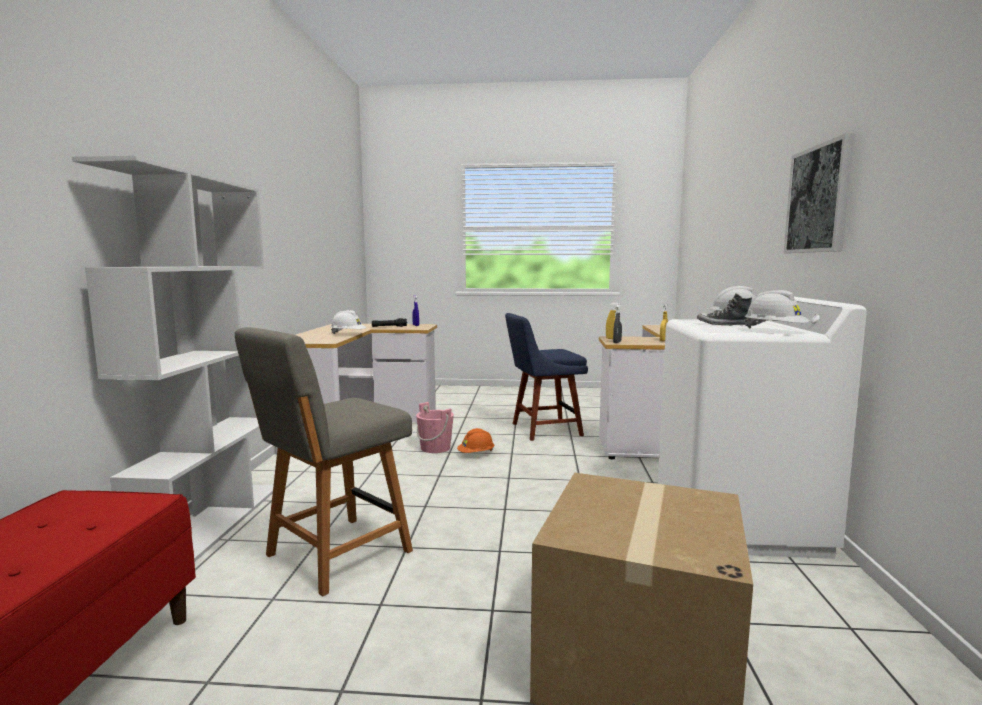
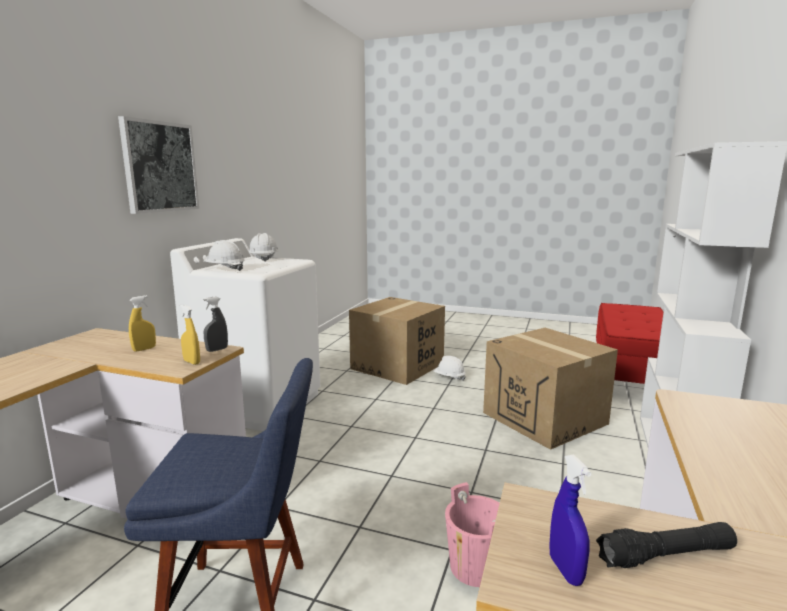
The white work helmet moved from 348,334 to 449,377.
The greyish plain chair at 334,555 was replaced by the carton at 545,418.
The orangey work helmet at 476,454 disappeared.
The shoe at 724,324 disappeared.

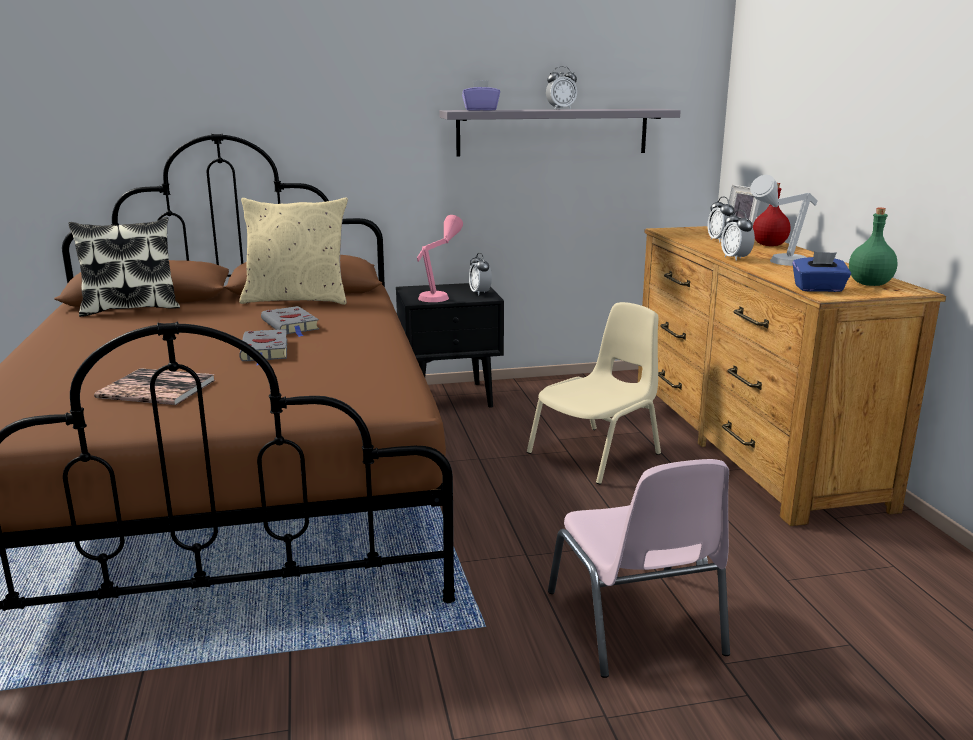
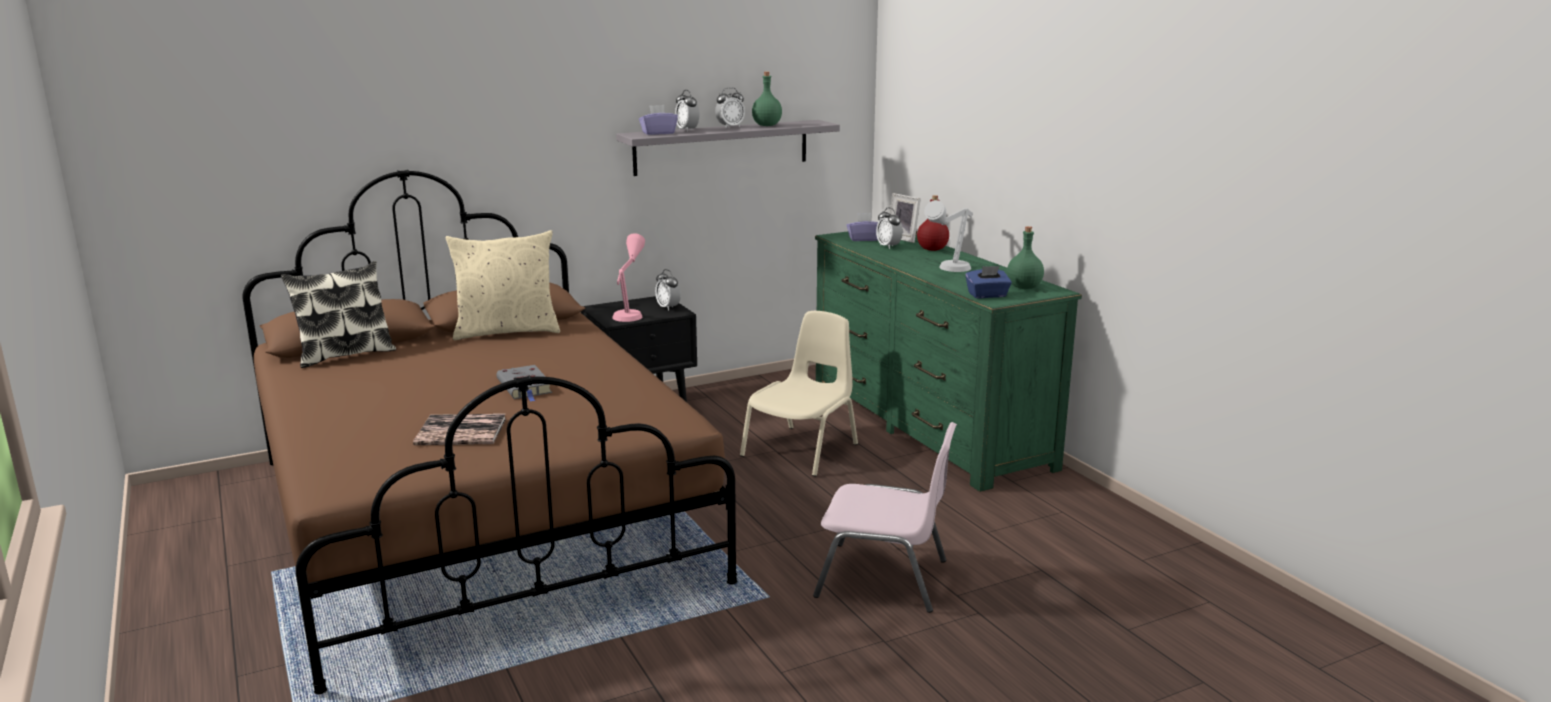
The bedside clock moved from 735,258 to 687,130.
The greenish drink bottle at 766,125 appeared.
The pink plain chair at 636,624 turned 45 degrees counterclockwise.
The brown-coloured dresser at 747,440 became the greenish dresser at 927,424.
The purple-coloured tissue holder at 863,239 appeared.
The greyish bound book at 291,325 disappeared.

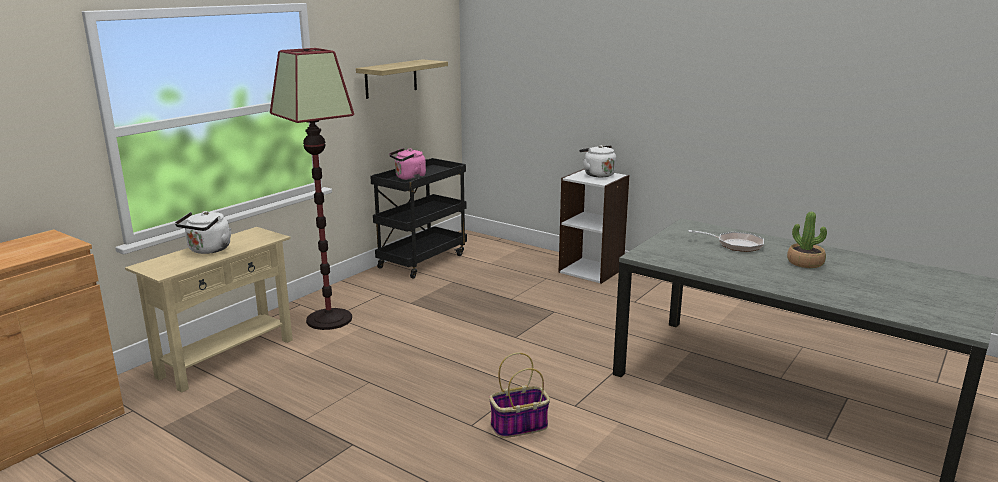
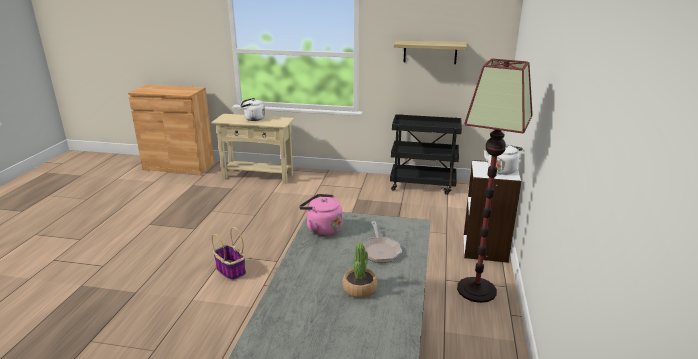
The pink water kettle moved from 409,178 to 322,229.
The floor lamp moved from 330,319 to 476,290.

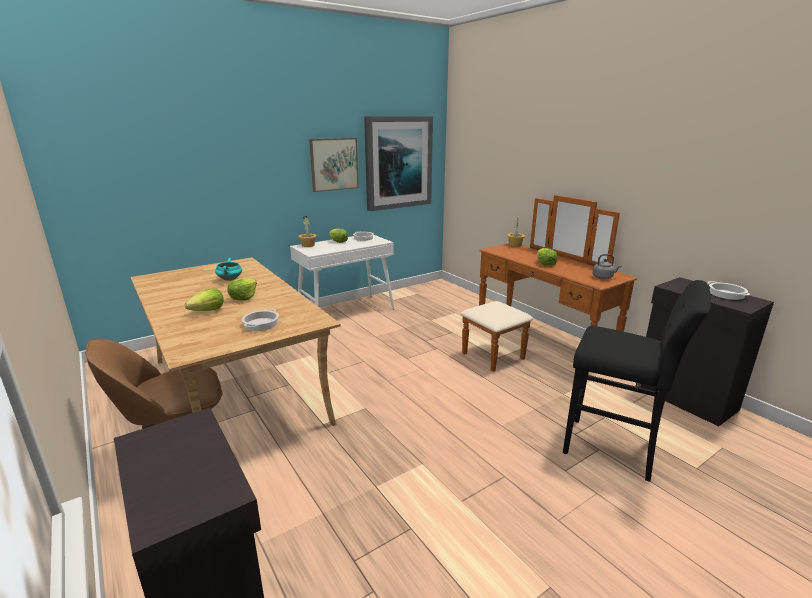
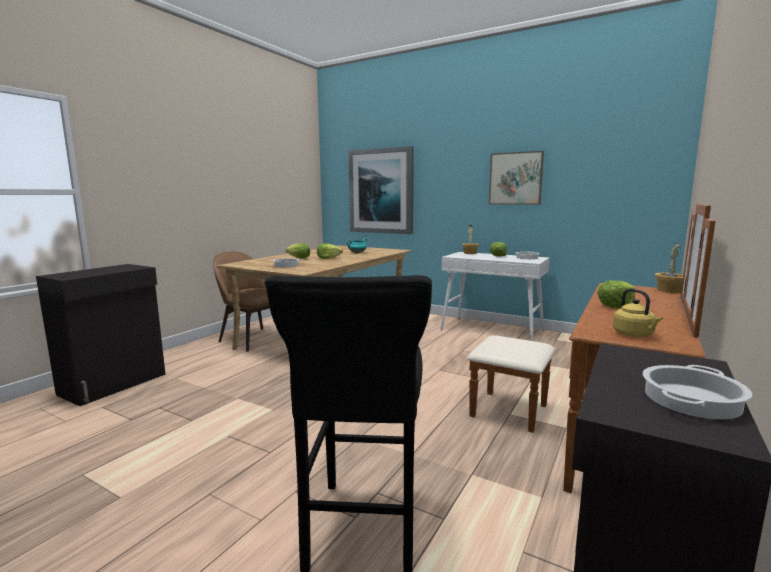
The picture moved from 398,162 to 381,191.
The greyish water kettle at 603,277 became the yellowish water kettle at 634,334.

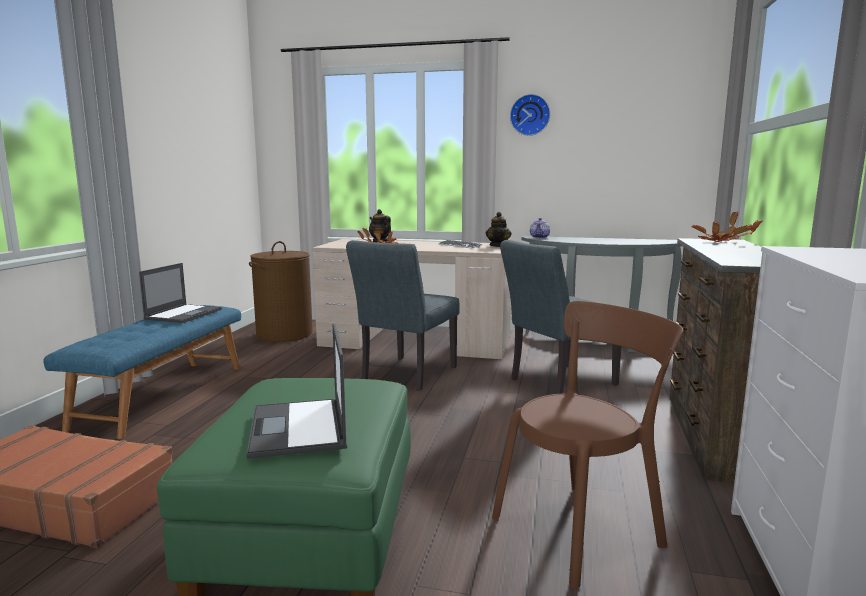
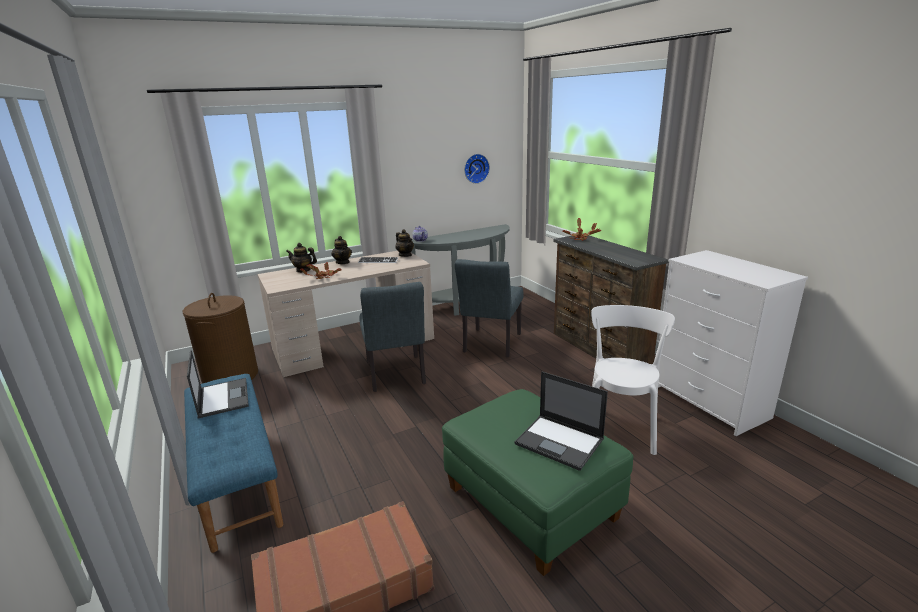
The tea pot at 343,262 appeared.
The clock on the wall moved from 530,115 to 475,168.
The brown-coloured plain chair at 582,528 became the white plain chair at 620,426.

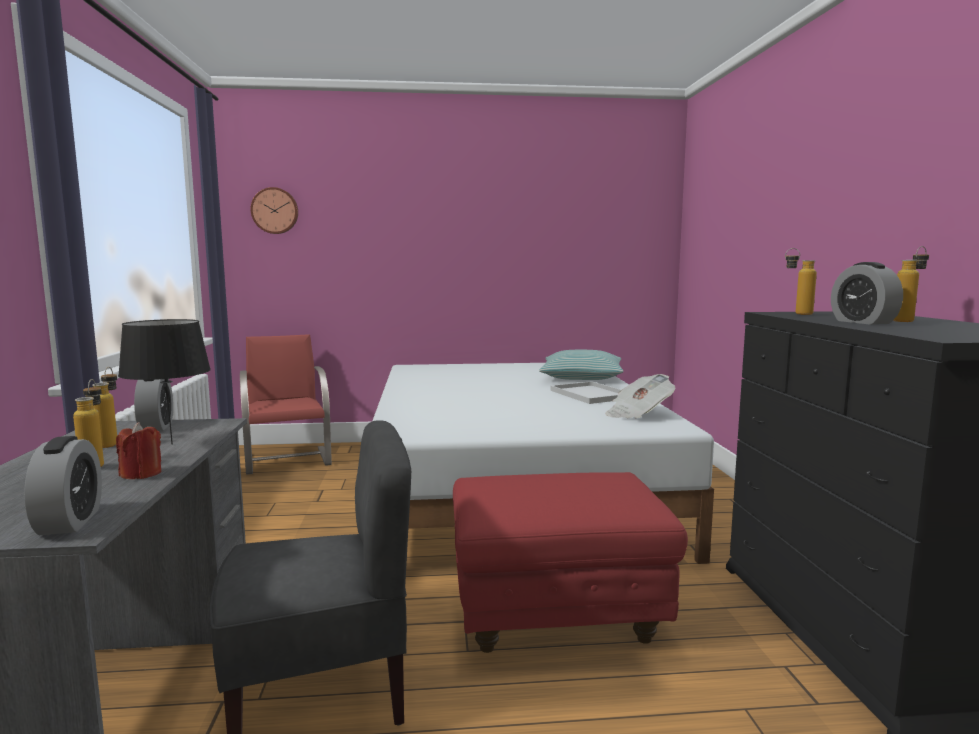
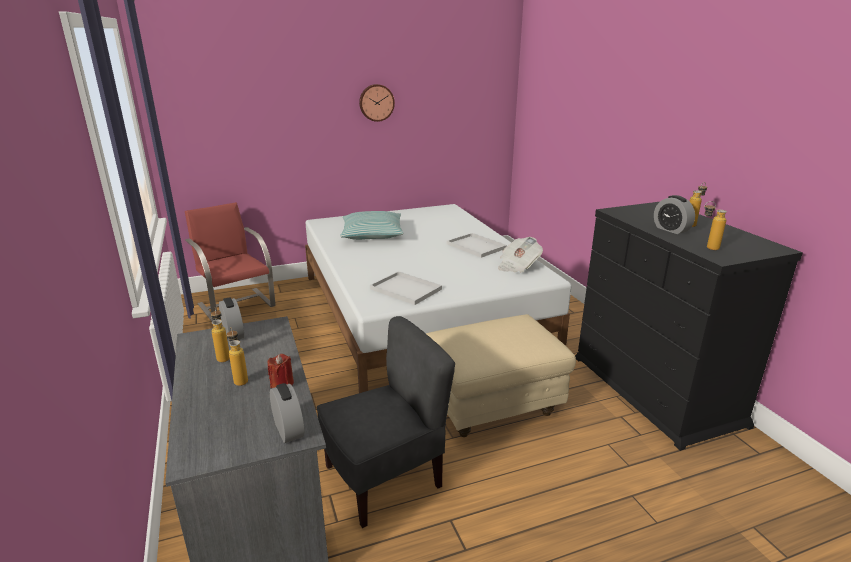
The cushion moved from 581,377 to 372,234.
The clock on the wall moved from 275,211 to 376,102.
The white serving tray at 404,289 appeared.
The reddish footrest at 557,616 became the beige footrest at 493,406.
The drink bottle moved from 796,314 to 707,248.
The blackish tabletop lamp at 171,444 disappeared.

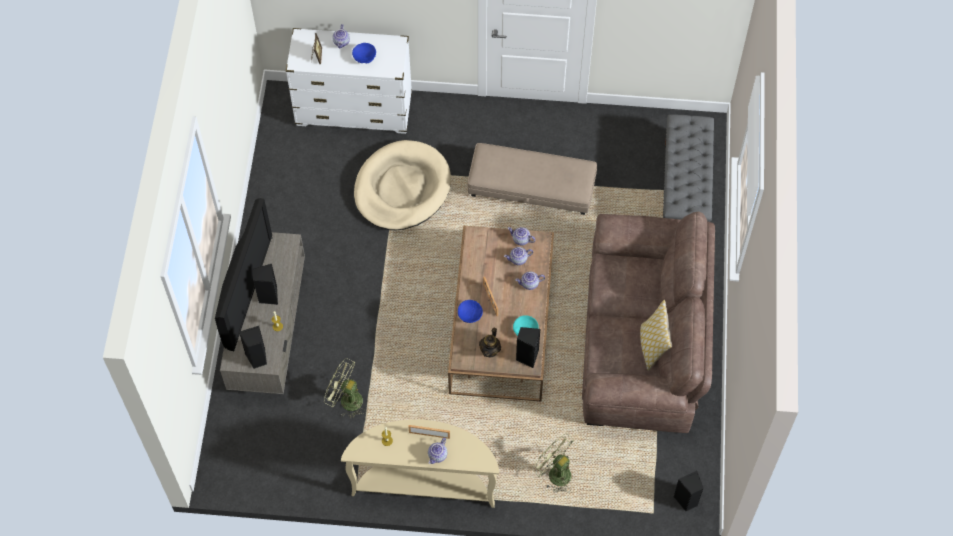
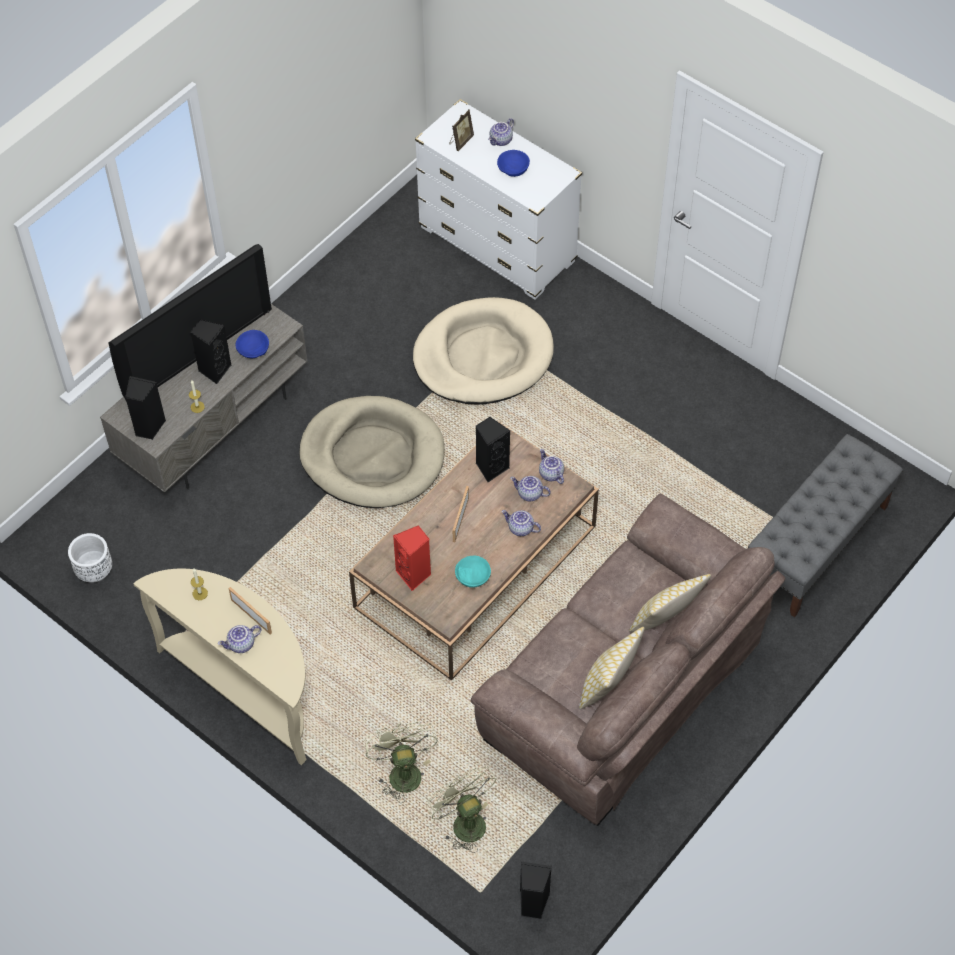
The white plant pot at 94,571 appeared.
The bluish serving bowl moved from 469,314 to 253,350.
The beige dog bed at 372,456 appeared.
The tea pot at 490,350 was replaced by the reddish audio speaker at 414,575.
The greenish electric fan moved from 346,400 to 463,821.
The blackish audio speaker moved from 527,356 to 491,467.
The cushion at 665,620 appeared.
The beige footrest at 531,187 disappeared.

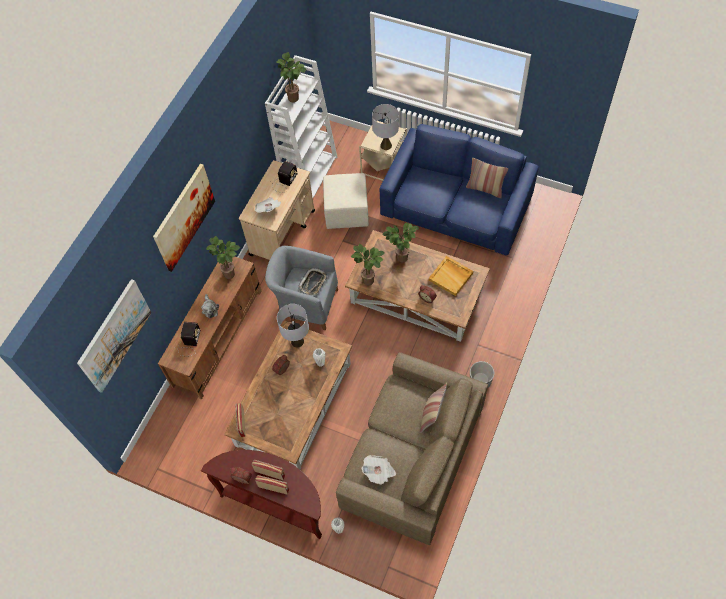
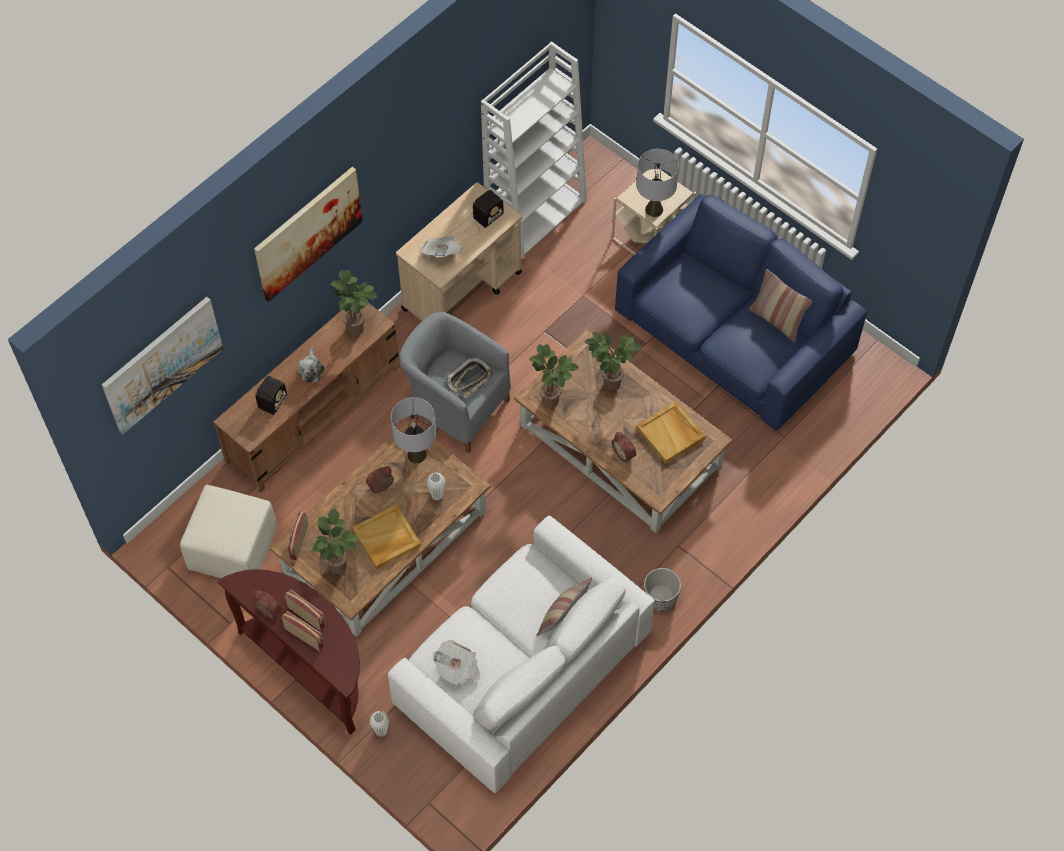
The beige footrest moved from 346,211 to 233,548.
The plant in a pot moved from 295,99 to 339,568.
The beige serving tray at 386,538 appeared.
The brown-coloured couch at 412,455 became the white couch at 520,667.

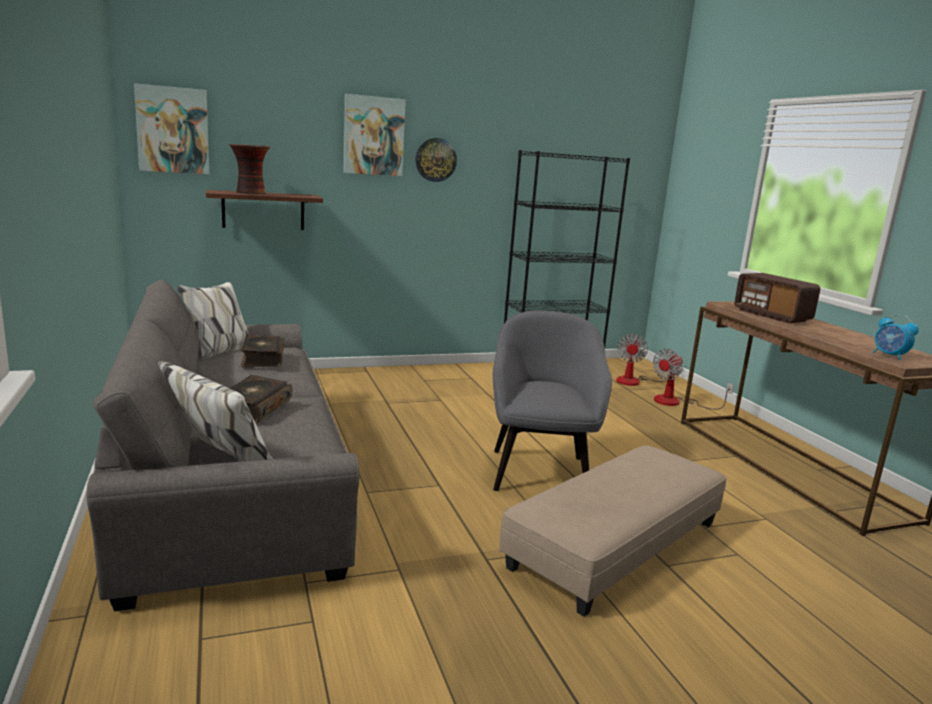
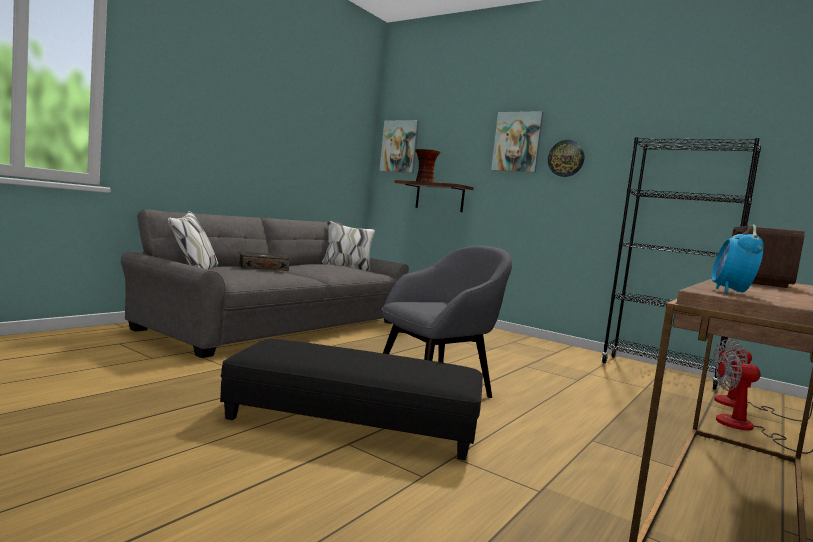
The beige footrest at 615,545 became the blackish footrest at 353,421.
The bound book at 262,359 disappeared.

